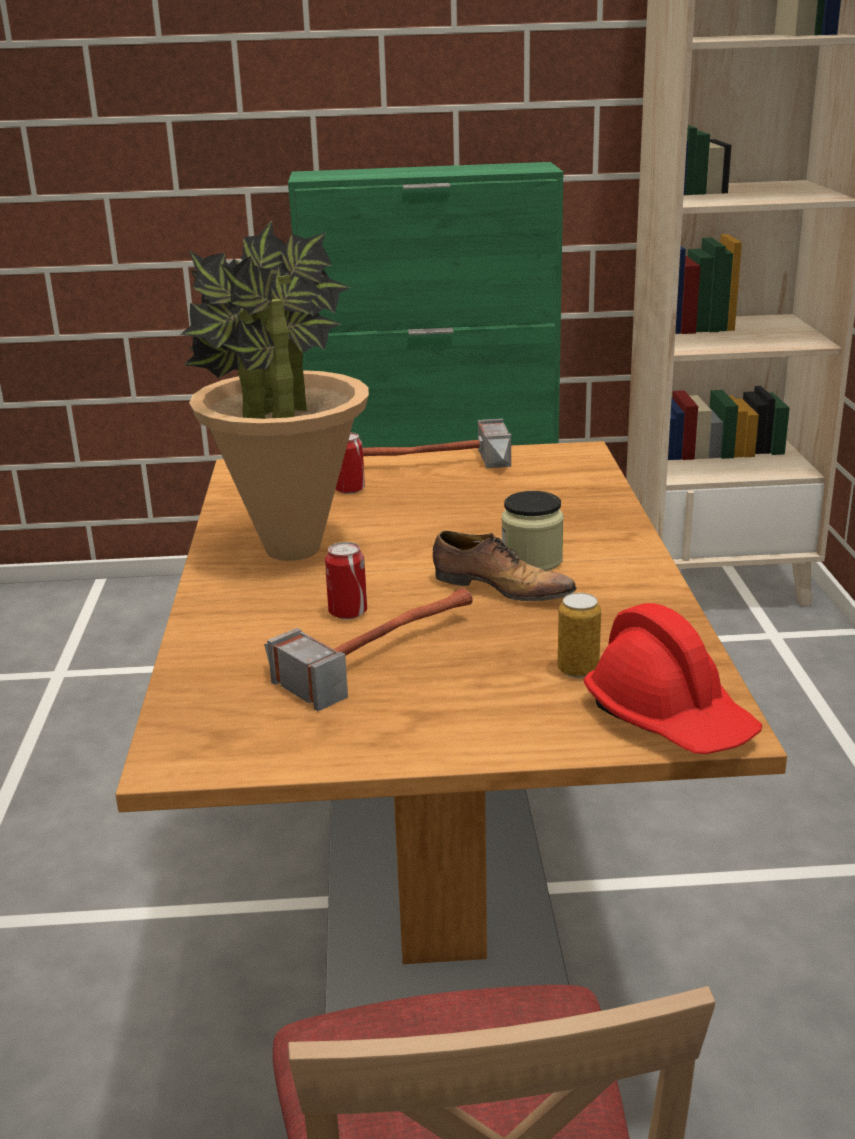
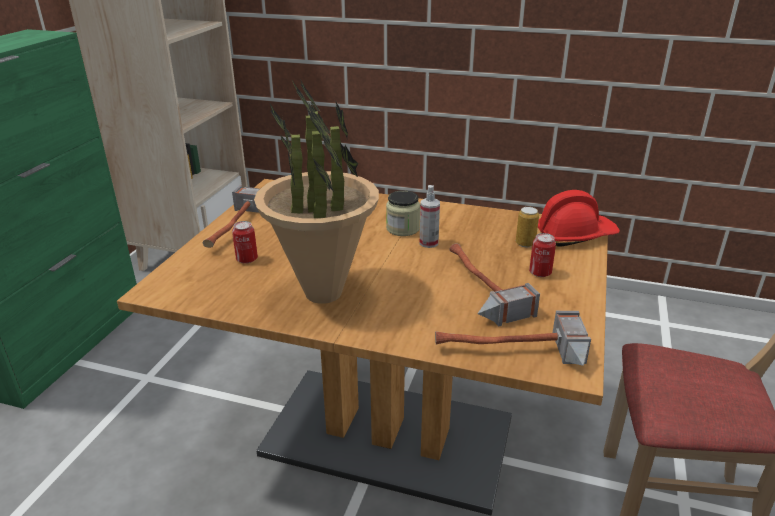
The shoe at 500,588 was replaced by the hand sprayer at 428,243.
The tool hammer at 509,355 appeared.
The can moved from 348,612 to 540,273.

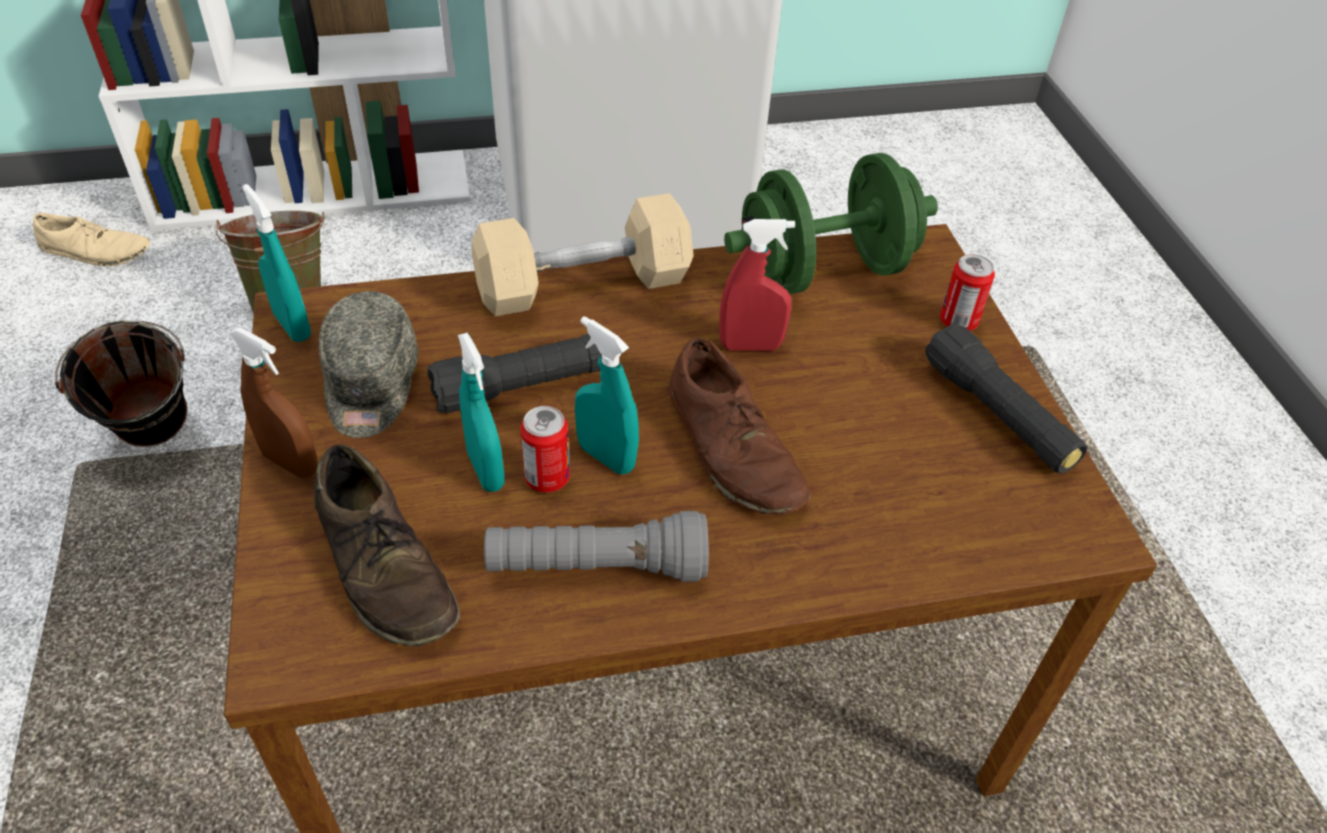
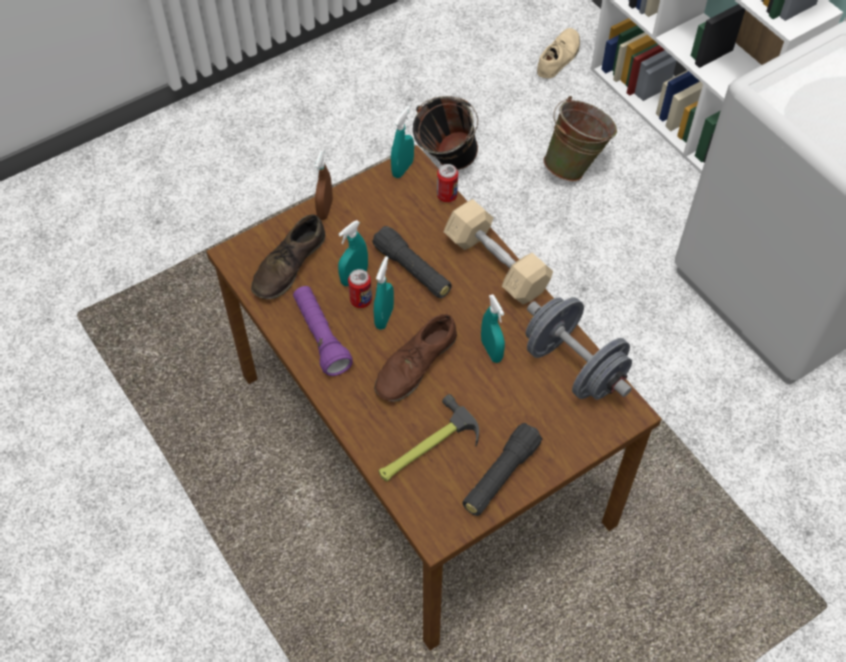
The greyish hand torch at 596,568 became the purple-coloured hand torch at 321,337.
The tool hammer at 426,448 appeared.
The can moved from 958,322 to 447,196.
The reddish hand sprayer at 750,346 became the blue-green hand sprayer at 491,350.
The greenish hand weight at 824,271 became the greyish hand weight at 574,367.
The beige shoe at 96,251 turned 135 degrees counterclockwise.
The greyish peaked cap at 370,385 disappeared.

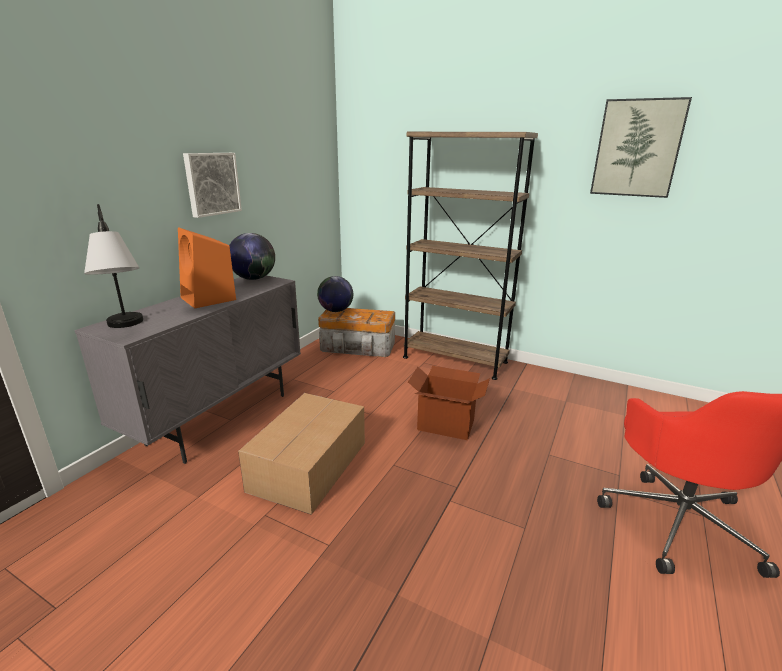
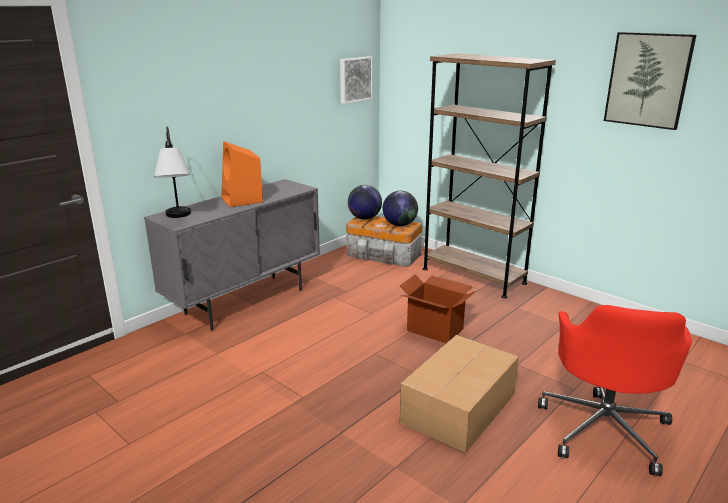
The picture moved from 211,184 to 354,79.
The globe moved from 253,278 to 399,225.
The carton moved from 310,465 to 460,407.

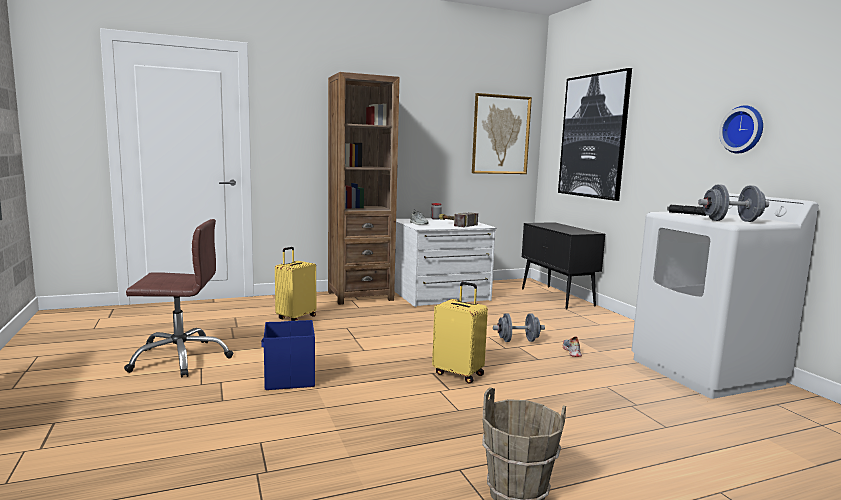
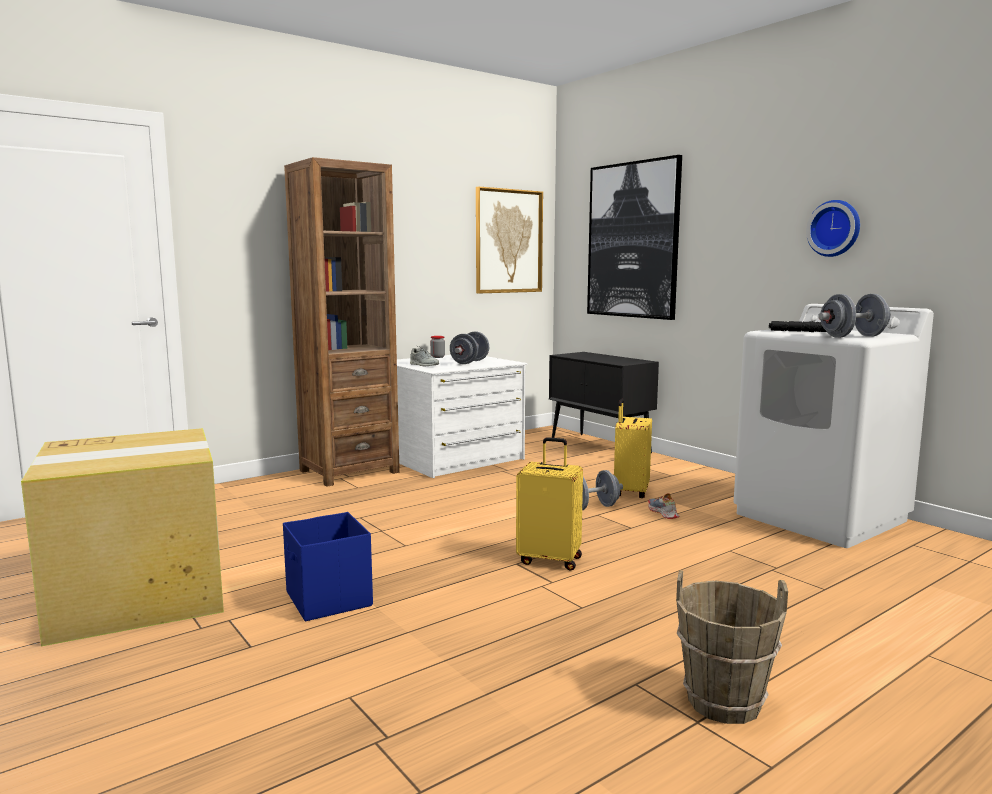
The brown-coloured office chair at 180,358 was replaced by the carton at 141,594.
The tool hammer at 454,224 was replaced by the greyish hand weight at 469,362.
The yellowish piece of luggage moved from 295,318 to 630,492.

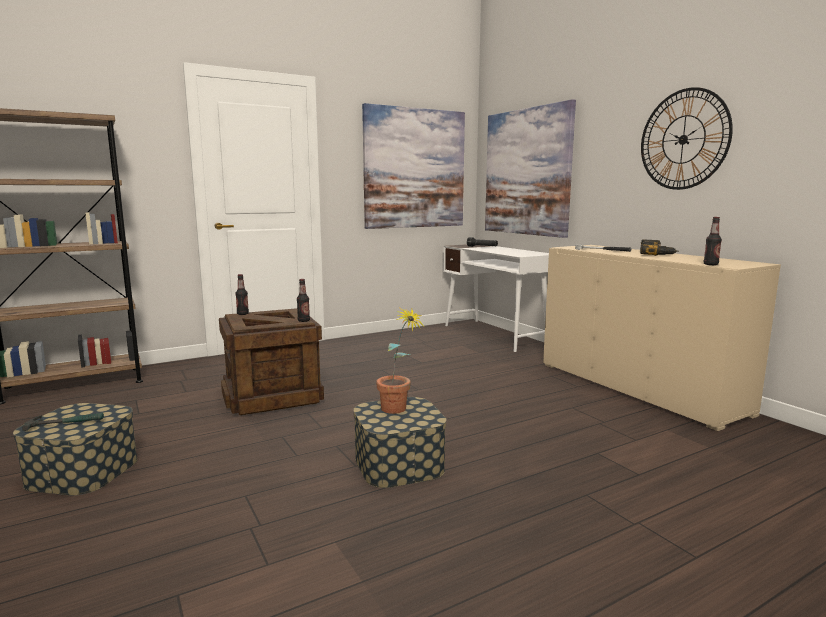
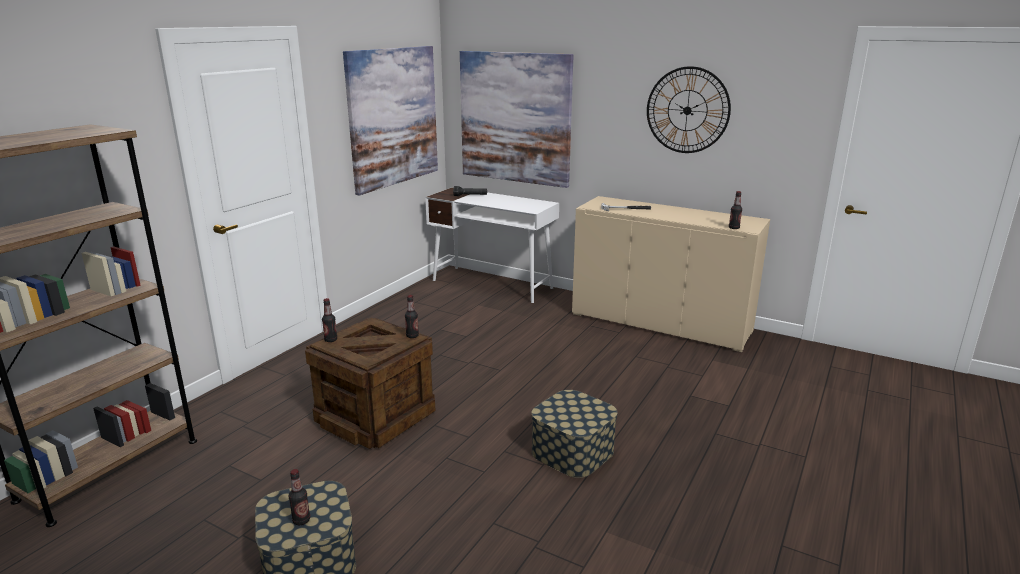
The tool hammer at 66,423 was replaced by the drink bottle at 301,520.
The plant in a pot at 398,411 disappeared.
The drill at 657,254 disappeared.

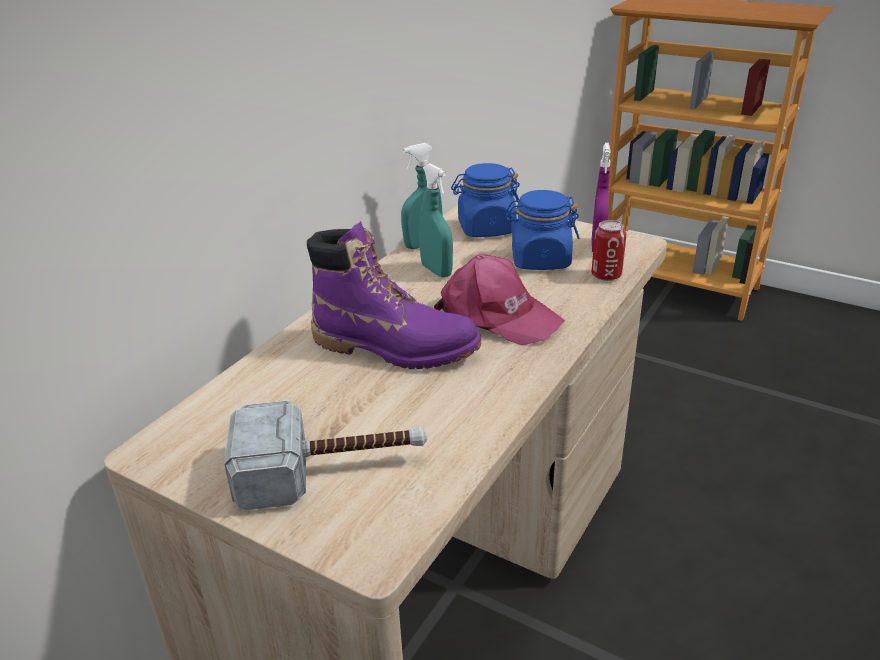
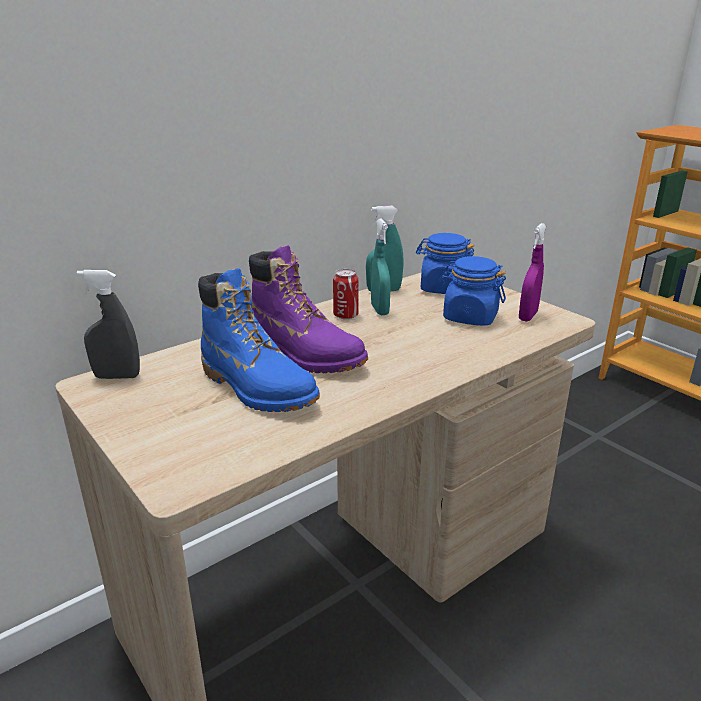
The greyish hand sprayer at 117,376 appeared.
The bluish high-top boot at 257,388 appeared.
The can moved from 606,275 to 345,315.
The tool hammer at 331,469 disappeared.
The pink peaked cap at 497,315 disappeared.

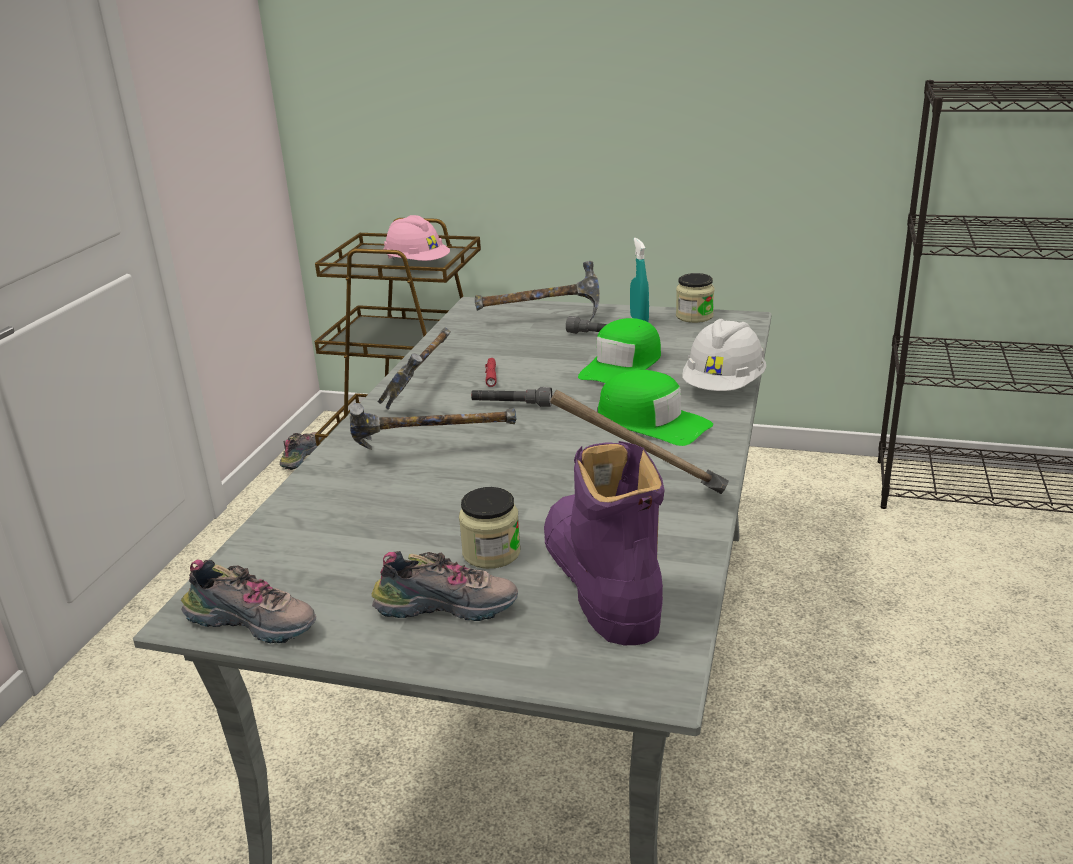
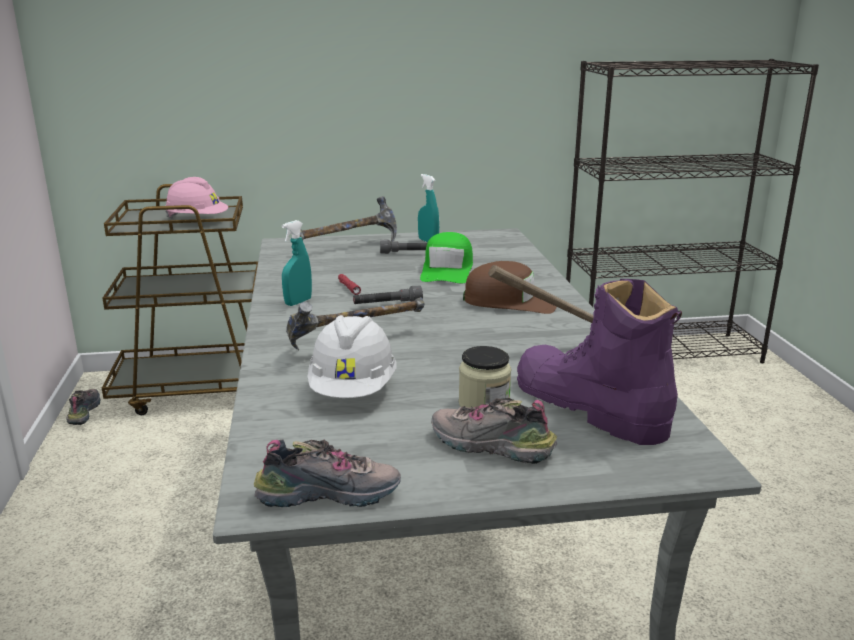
The tool hammer at 423,388 was replaced by the blue-green hand sprayer at 298,302.
The white work helmet moved from 723,387 to 353,390.
The shoe at 447,606 turned 135 degrees counterclockwise.
The greenish peaked cap at 652,422 became the brown-coloured peaked cap at 510,302.
The storage jar at 694,316 disappeared.

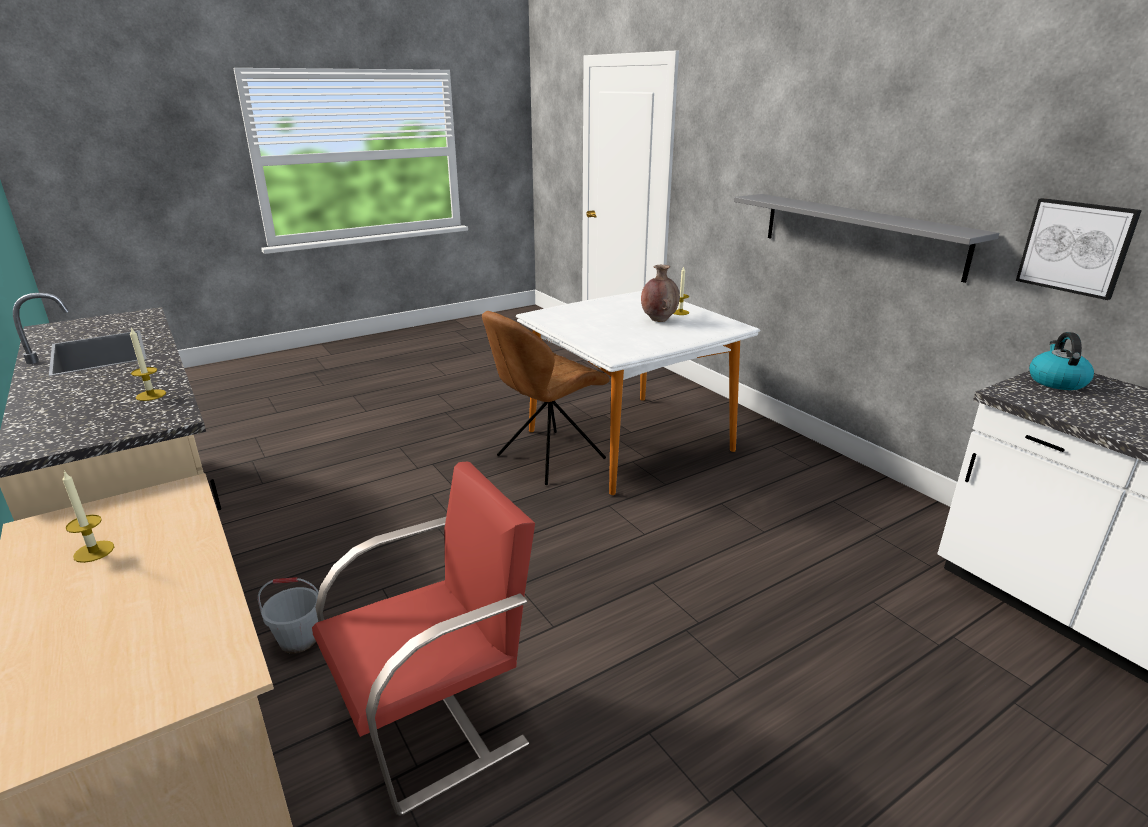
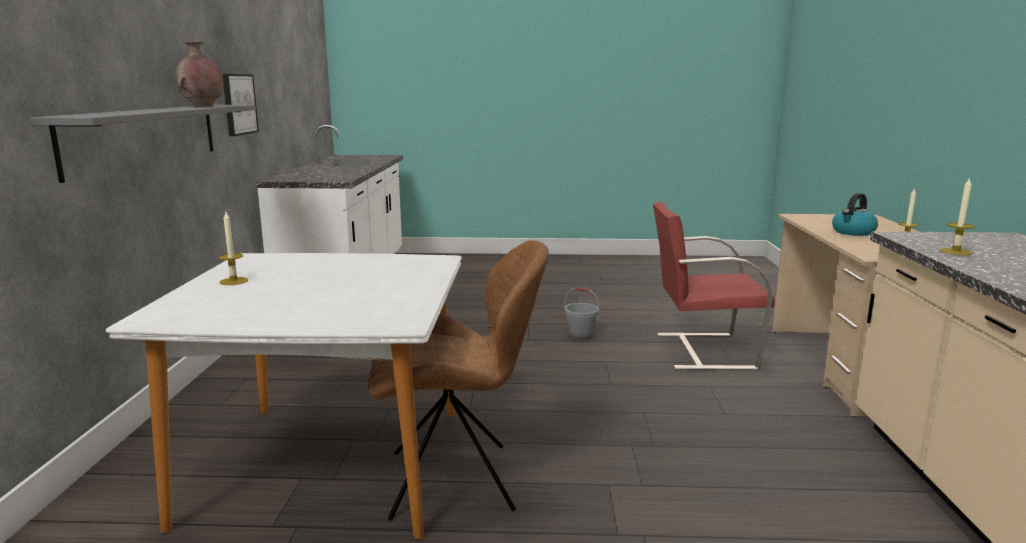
The brown-coloured vase moved from 658,320 to 202,106.
The greyish bucket moved from 298,640 to 581,335.
The water kettle moved from 1056,381 to 853,232.

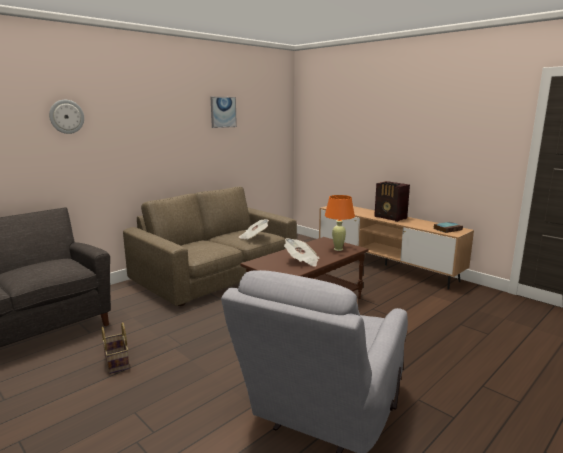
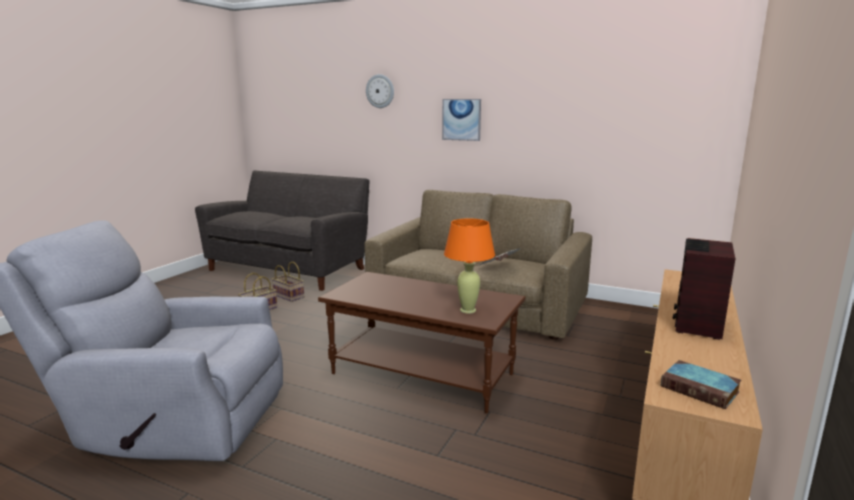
The storage basket at 287,296 appeared.
The picture moved from 223,112 to 461,119.
The printed paper at 302,261 disappeared.

